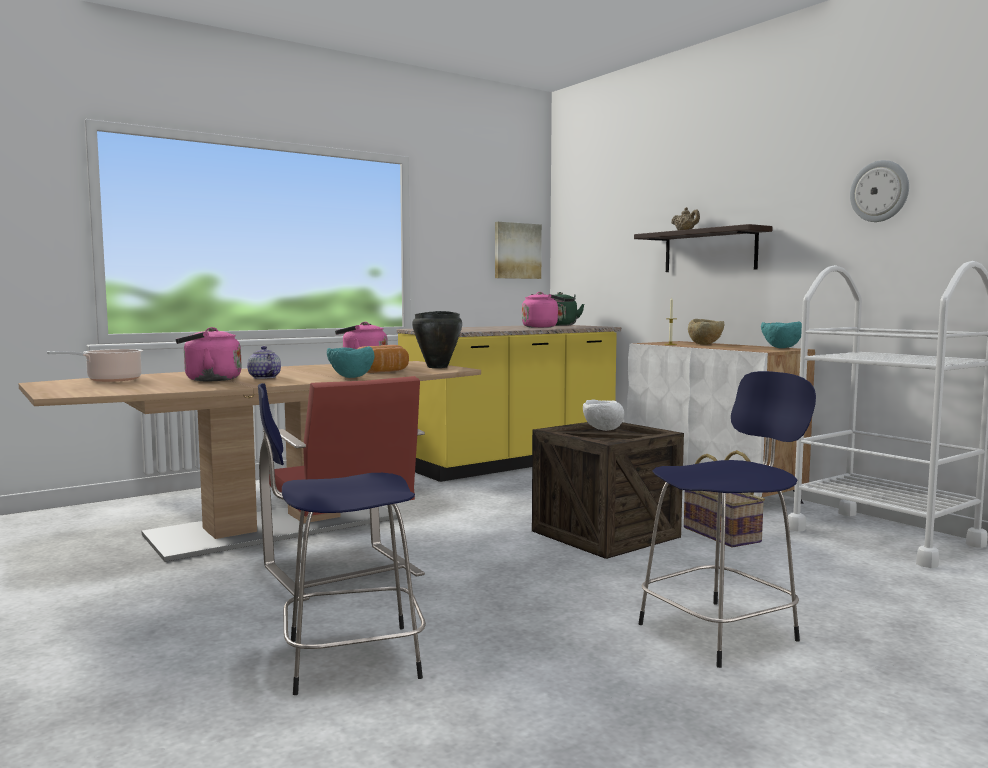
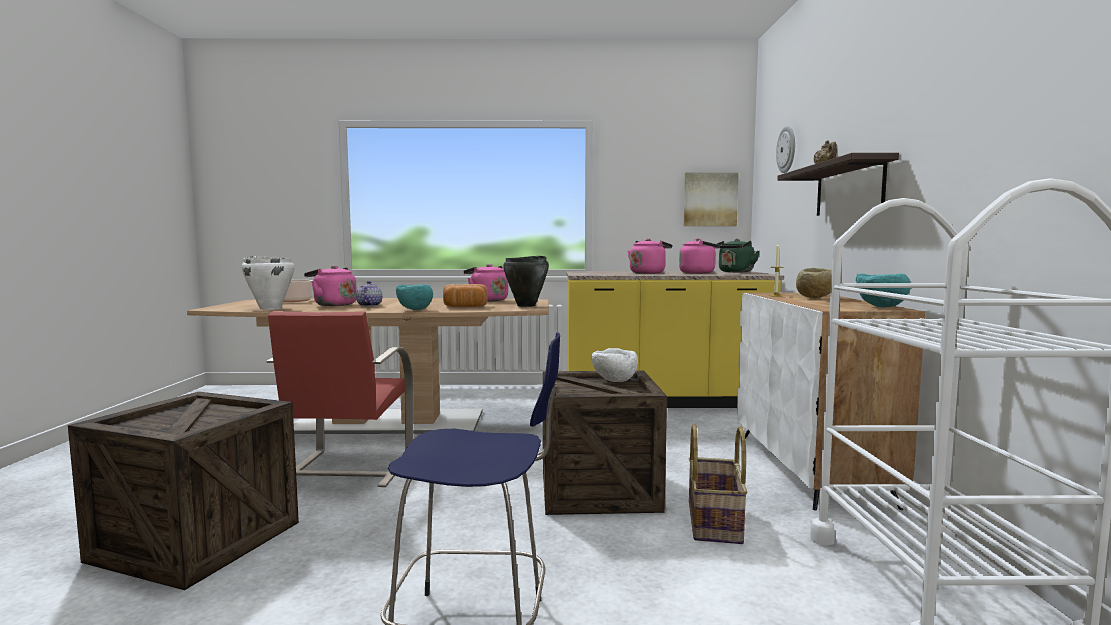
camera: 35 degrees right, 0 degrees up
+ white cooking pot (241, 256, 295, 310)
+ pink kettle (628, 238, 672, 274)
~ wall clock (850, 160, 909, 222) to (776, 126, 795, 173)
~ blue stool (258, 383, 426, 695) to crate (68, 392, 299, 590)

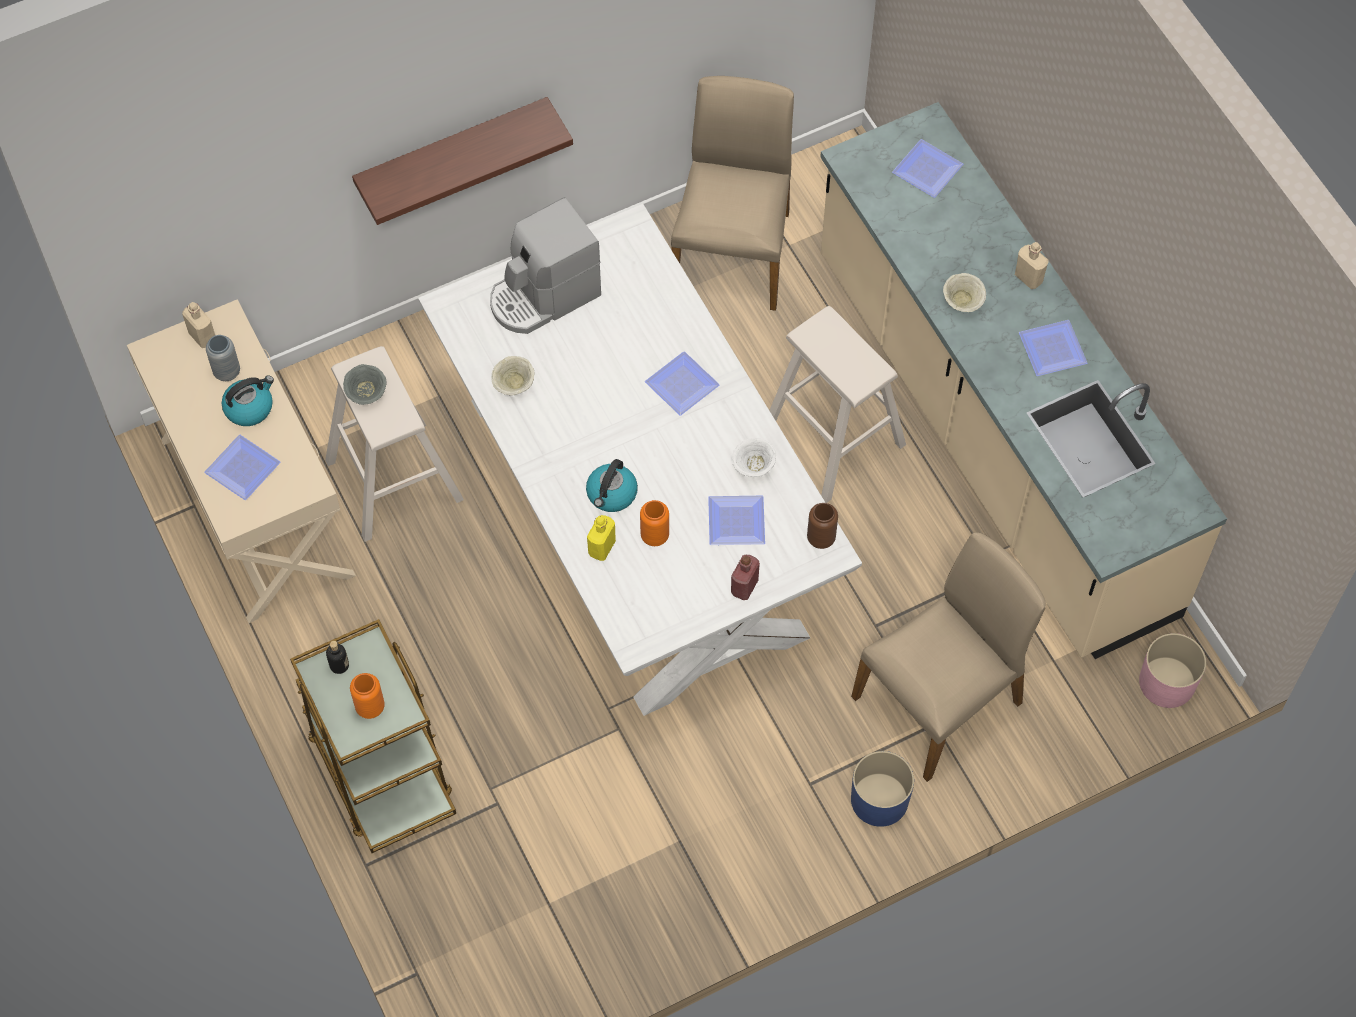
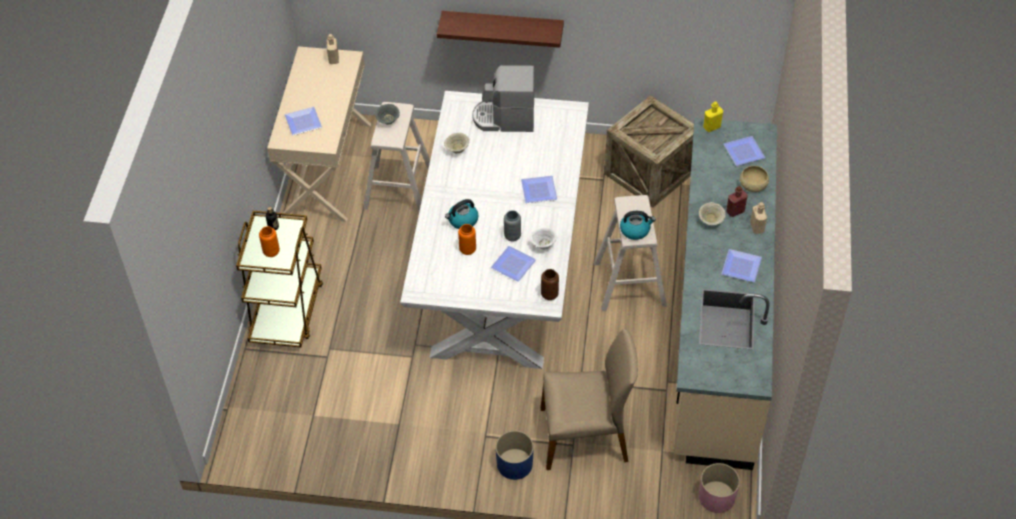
camera: 35 degrees right, 10 degrees down
+ beige bowl (740, 166, 769, 192)
~ grey vase (206, 335, 240, 381) to (504, 210, 521, 242)
~ kettle (221, 376, 274, 426) to (620, 211, 656, 240)
~ yellow bottle (587, 515, 616, 561) to (703, 101, 723, 132)
~ red bottle (731, 555, 760, 600) to (726, 186, 748, 217)
~ beige chair (671, 76, 794, 311) to crate (604, 95, 694, 208)

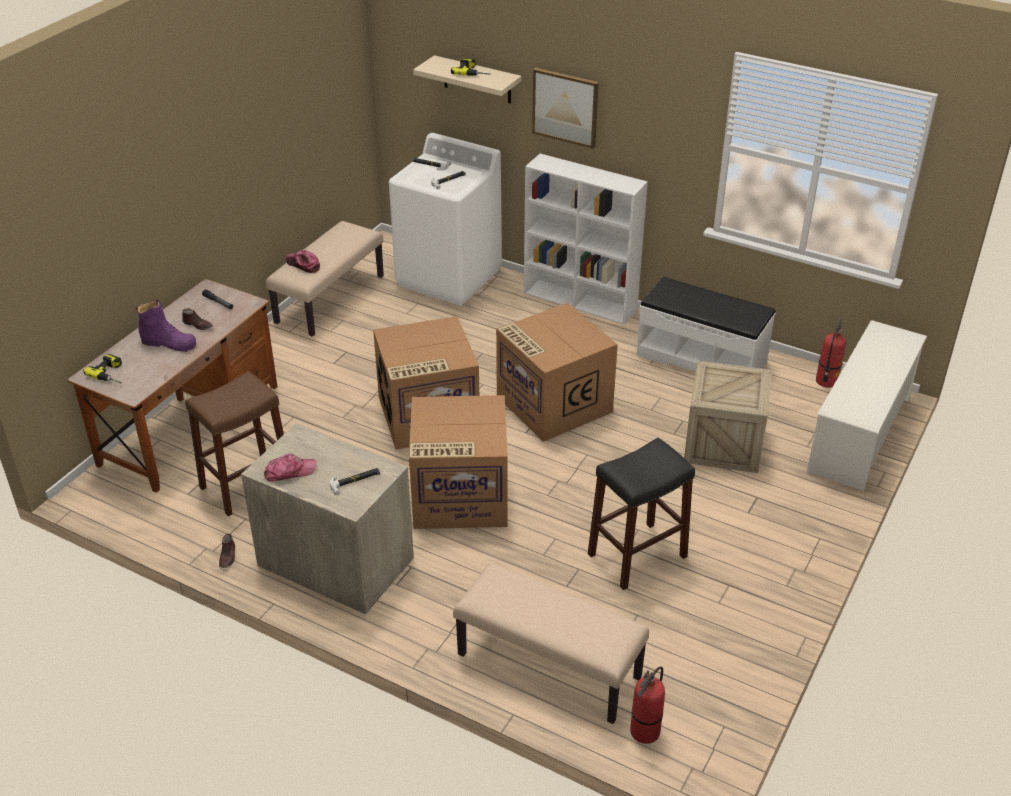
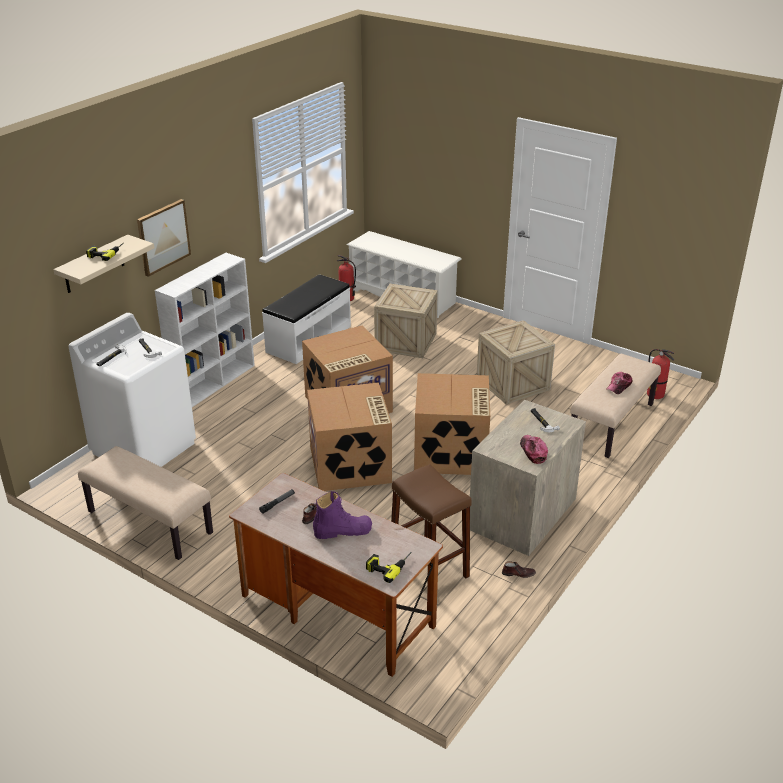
camera: 85 degrees left, 5 degrees down
~ cap (286, 250, 320, 273) to (606, 372, 633, 394)
~ black stool (588, 438, 695, 590) to crate (477, 320, 555, 404)
~ purple boot (136, 300, 196, 352) = (313, 491, 372, 539) 60 degrees clockwise

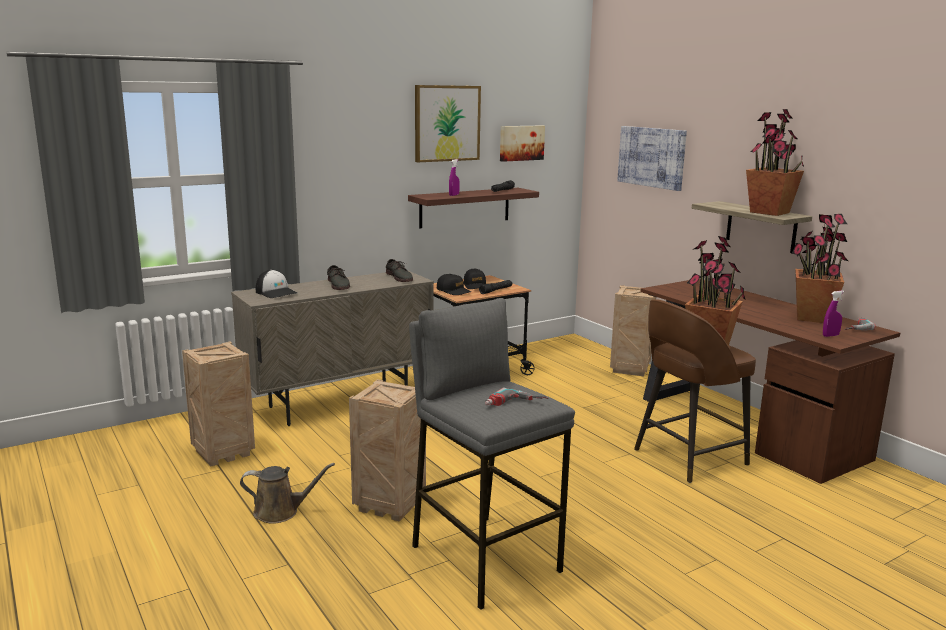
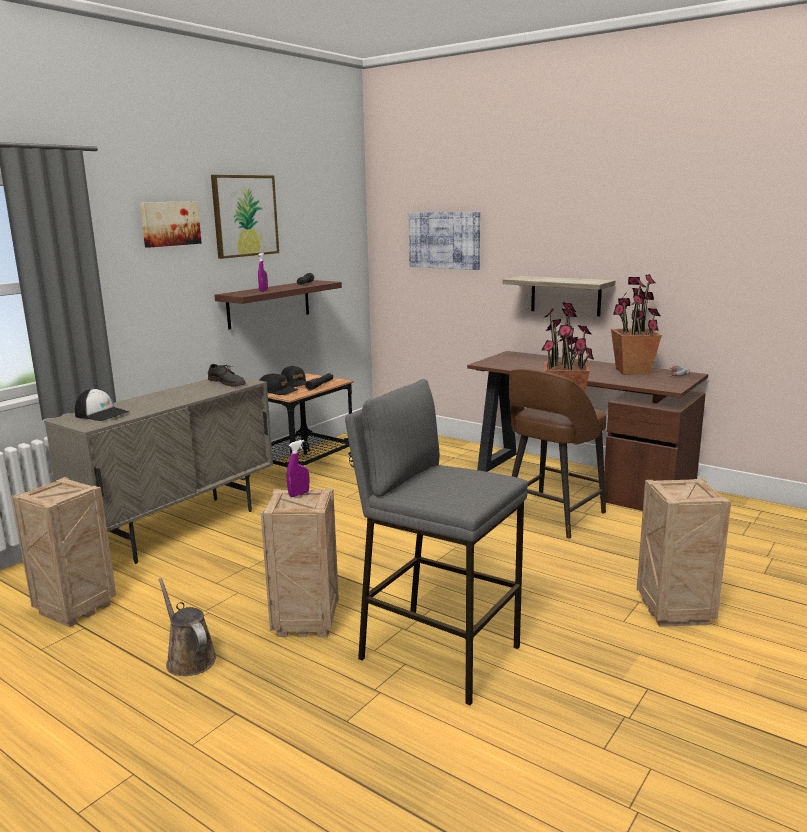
camera: 20 degrees left, 0 degrees up
- grey shoe (327, 265, 350, 290)
- power drill (485, 387, 548, 406)
- potted plant (746, 109, 804, 216)
~ picture (500, 126, 545, 162) to (140, 201, 202, 248)
~ crate (610, 285, 656, 376) to (637, 478, 731, 627)
~ purple spray bottle (823, 291, 844, 337) to (287, 440, 310, 497)
~ brown watering can (240, 463, 335, 524) = (158, 578, 217, 676) 105 degrees counterclockwise

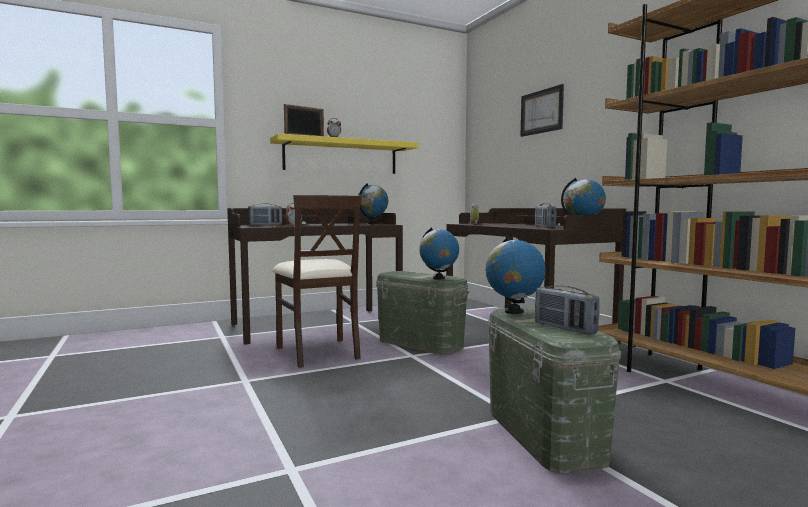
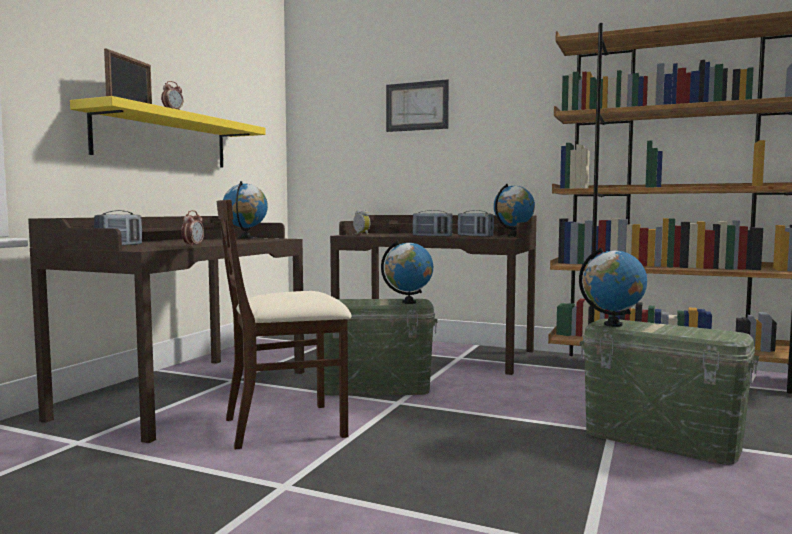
camera: 40 degrees left, 0 degrees up
~ radio (535, 285, 600, 334) to (413, 210, 453, 237)
~ beige chair (272, 195, 362, 368) = (217, 200, 351, 449) 135 degrees clockwise

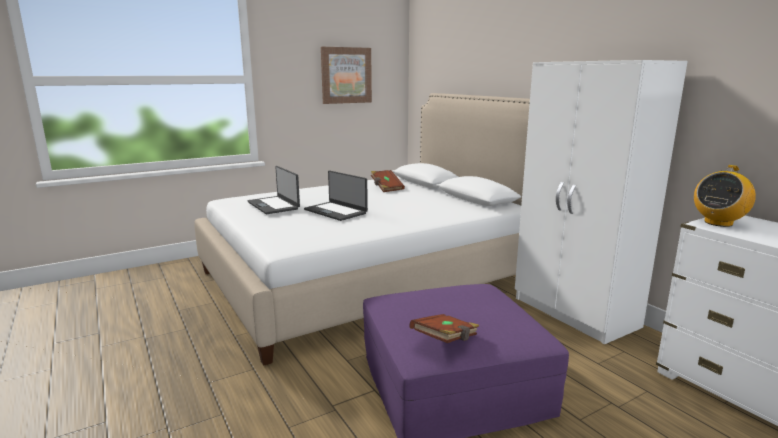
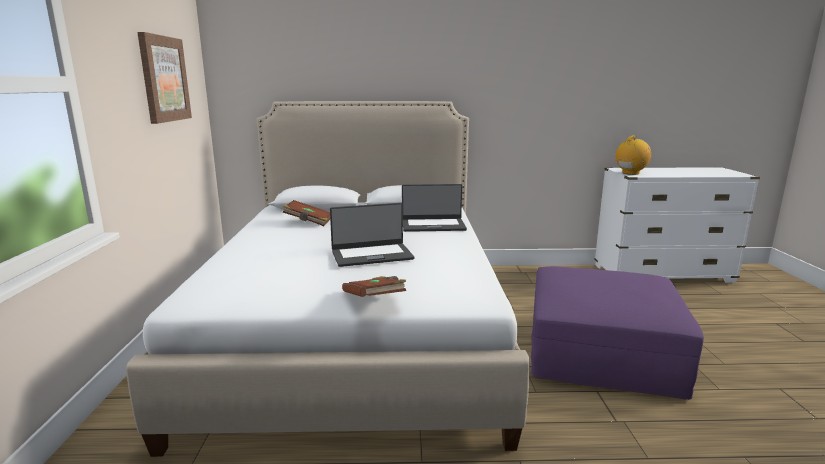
camera: 60 degrees left, 0 degrees up
- white wardrobe (515, 60, 688, 344)
~ laptop (247, 166, 300, 214) to (402, 184, 467, 232)
~ brown book (410, 314, 479, 343) to (342, 276, 406, 297)
~ radio (694, 165, 756, 227) = (615, 135, 651, 175) 120 degrees counterclockwise

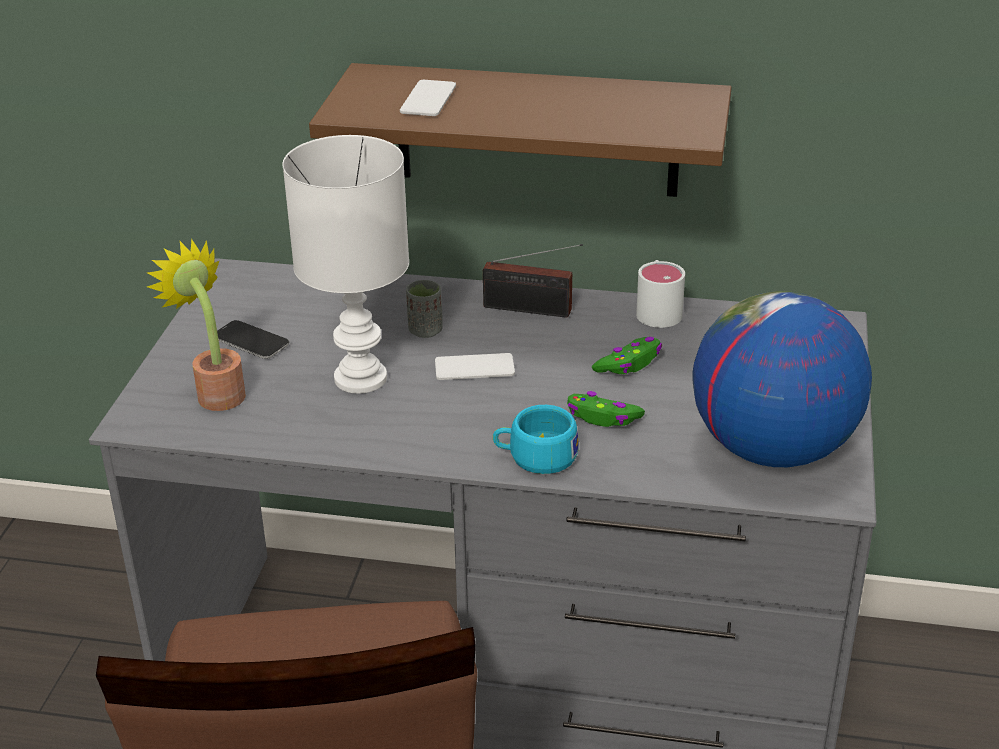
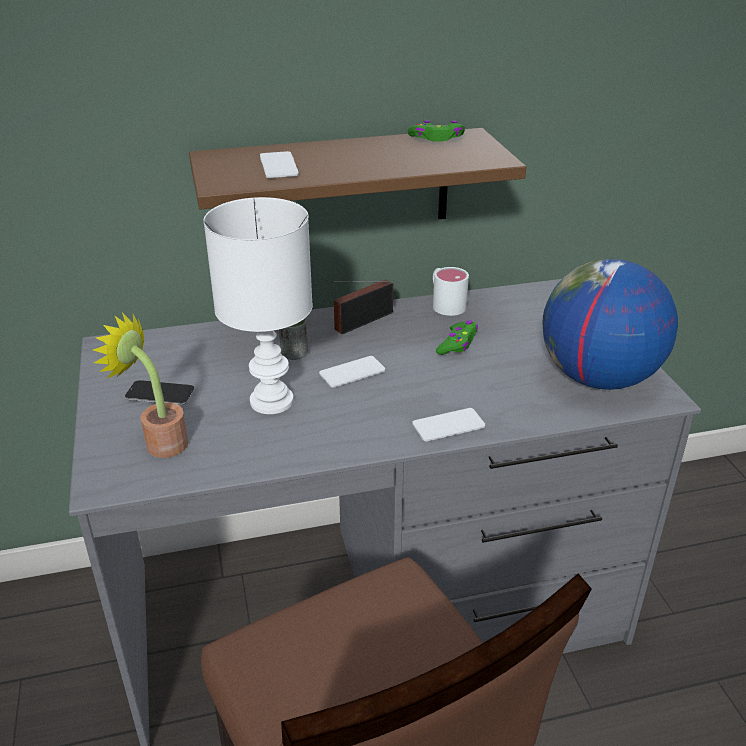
camera: 25 degrees left, 0 degrees up
~ green game controller (567, 391, 645, 427) to (408, 121, 465, 142)
~ turquoise cup (493, 405, 579, 474) to phone (412, 408, 485, 441)
~ radio (483, 244, 583, 318) = (331, 279, 393, 334) 150 degrees clockwise

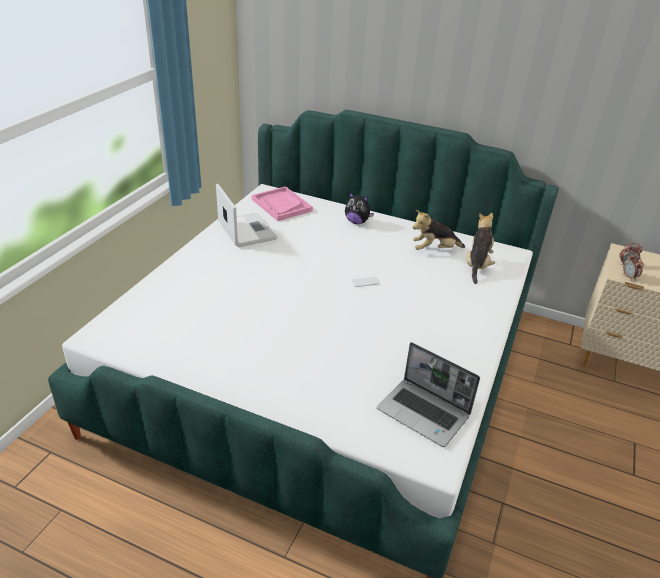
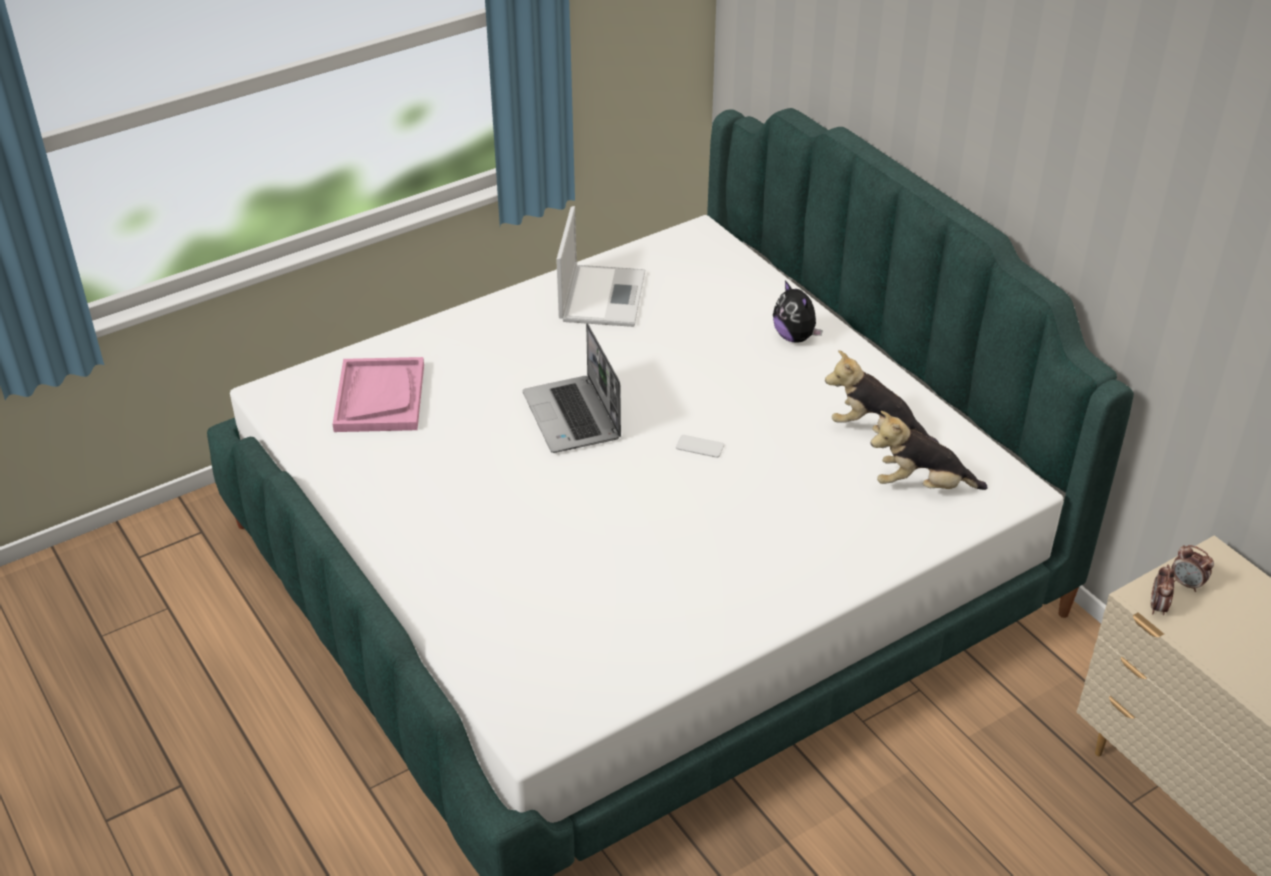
camera: 35 degrees right, 5 degrees up
~ pink tray (252, 186, 313, 221) to (333, 357, 424, 432)
~ laptop (377, 342, 480, 447) to (522, 323, 621, 453)
~ plush toy (466, 213, 495, 284) = (871, 411, 987, 490) 135 degrees counterclockwise

